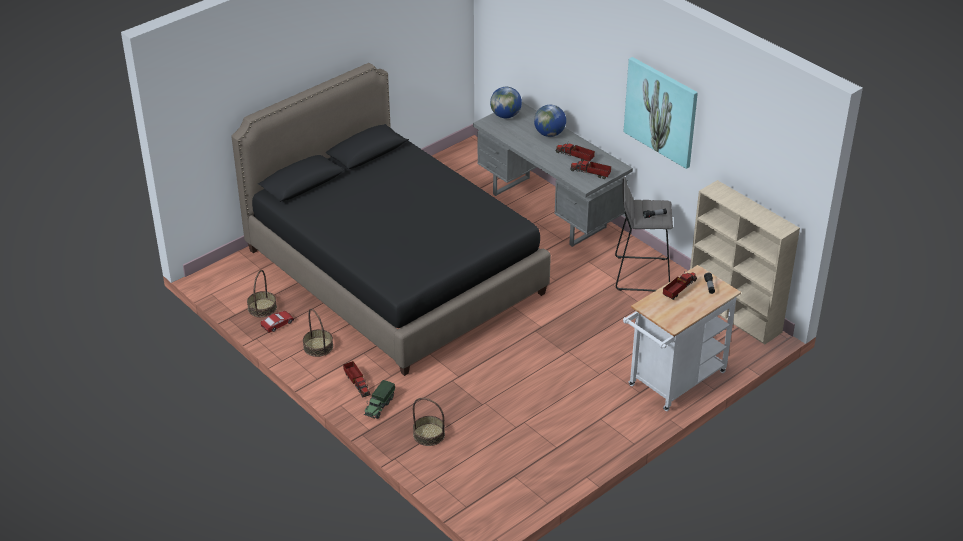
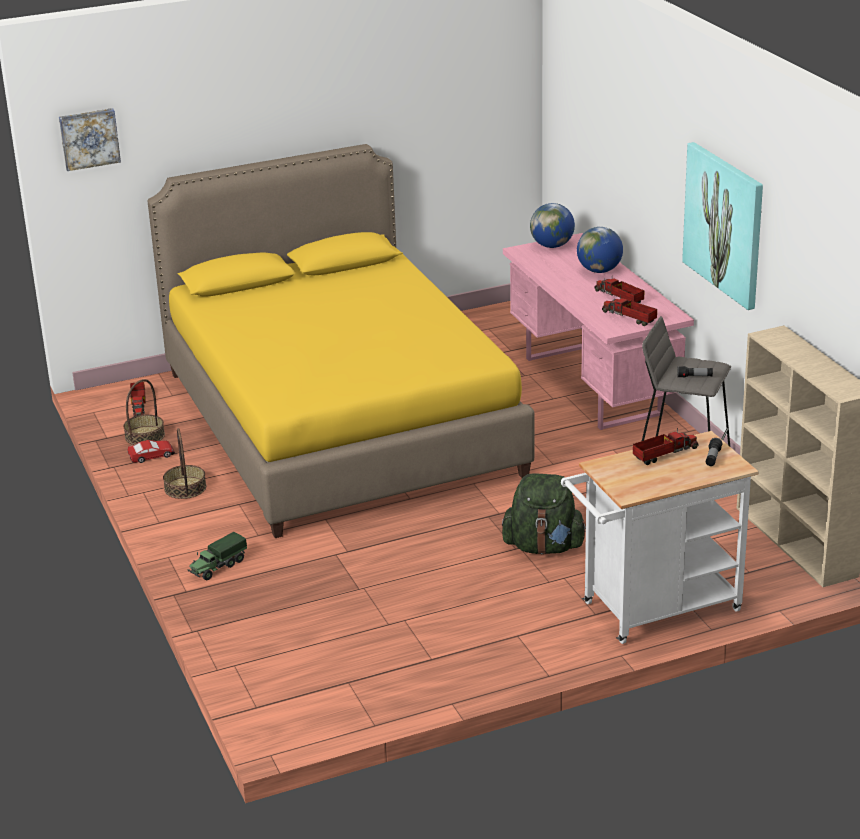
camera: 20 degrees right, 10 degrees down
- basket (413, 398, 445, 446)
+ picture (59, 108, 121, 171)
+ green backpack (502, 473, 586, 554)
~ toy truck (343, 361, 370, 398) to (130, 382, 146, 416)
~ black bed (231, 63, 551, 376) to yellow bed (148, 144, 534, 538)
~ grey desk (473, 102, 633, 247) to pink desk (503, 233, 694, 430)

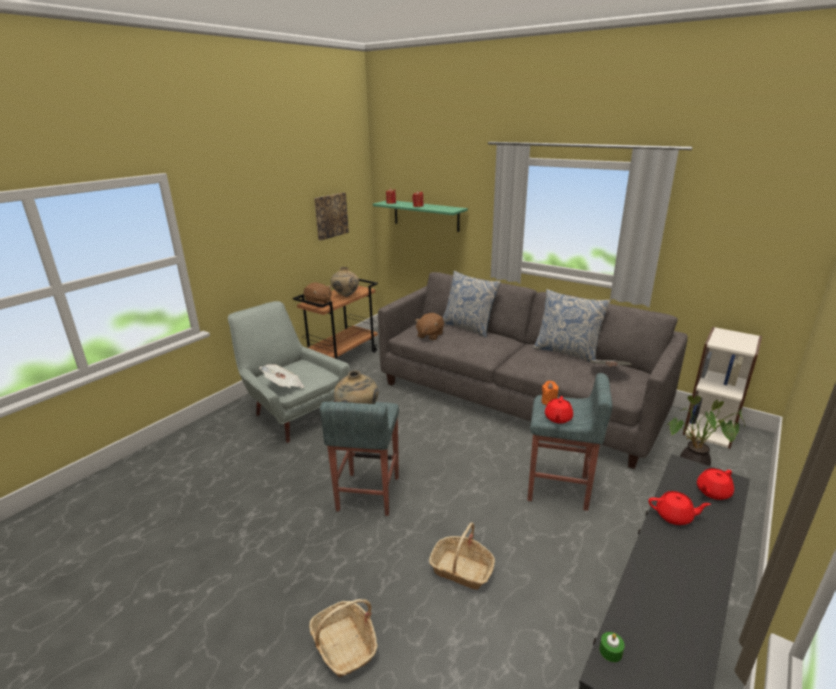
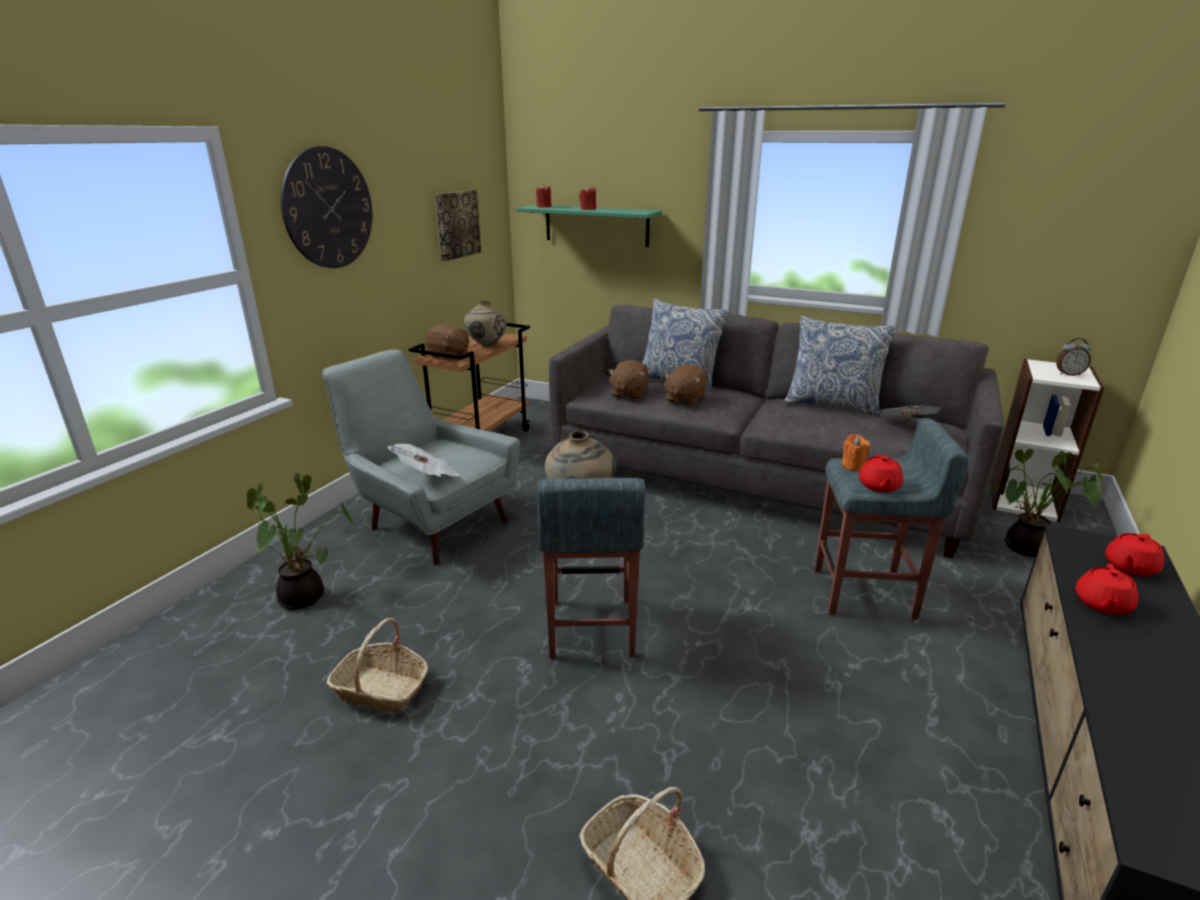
camera: 10 degrees left, 0 degrees up
- green candle (599, 632, 625, 662)
+ potted plant (247, 473, 355, 609)
+ wall clock (281, 146, 372, 268)
+ brown plush toy (663, 364, 707, 406)
+ alarm clock (1056, 338, 1091, 376)
~ basket (429, 522, 495, 590) to (326, 618, 428, 713)
~ red teapot (648, 491, 711, 525) = (1076, 564, 1139, 615) 120 degrees clockwise

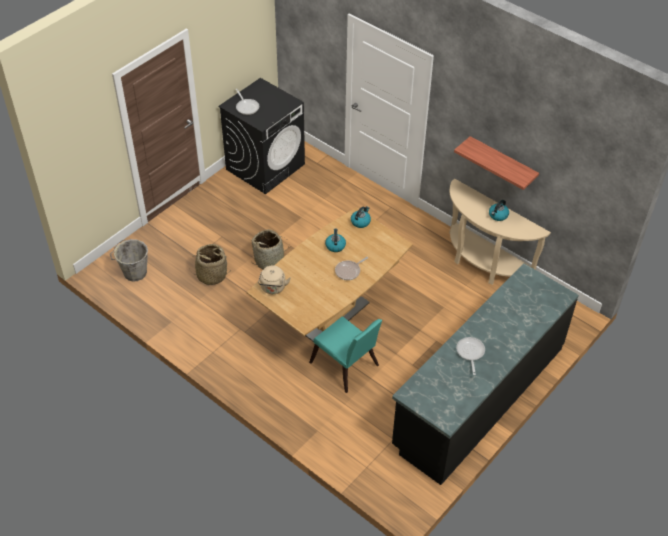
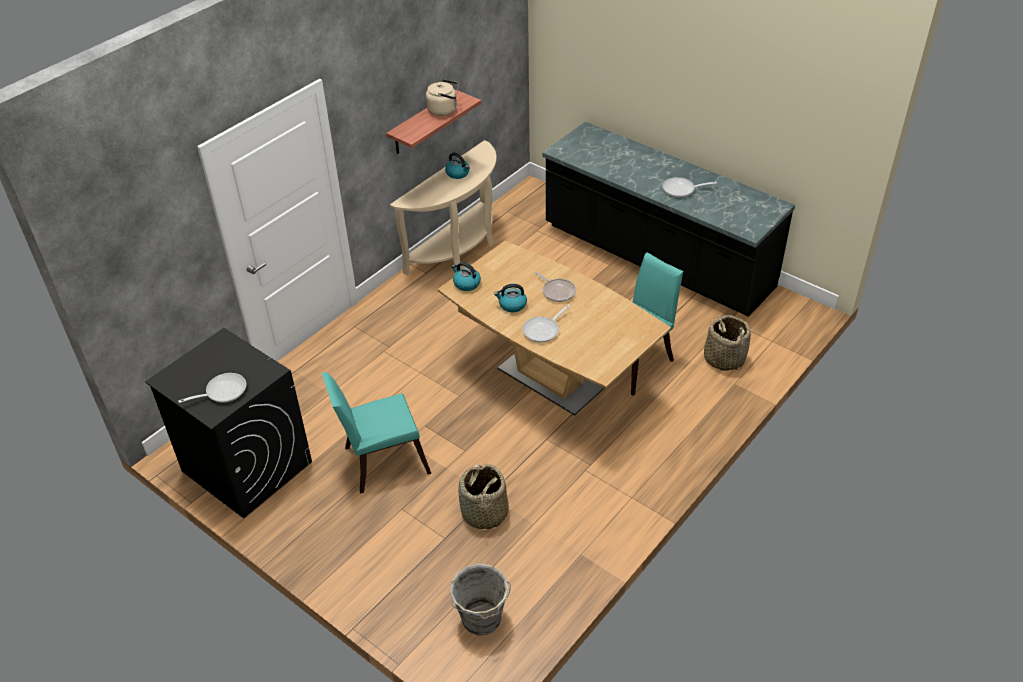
camera: 90 degrees left, 5 degrees down
+ turquoise chair (322, 372, 431, 493)
+ frying pan (522, 304, 570, 343)
~ basket (252, 229, 287, 270) to (704, 315, 751, 371)
~ beige kettle (258, 265, 291, 294) to (426, 79, 459, 116)

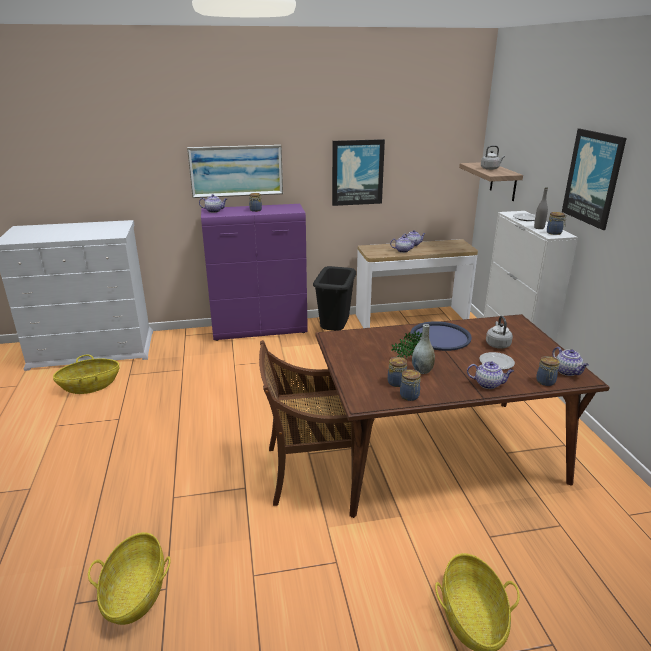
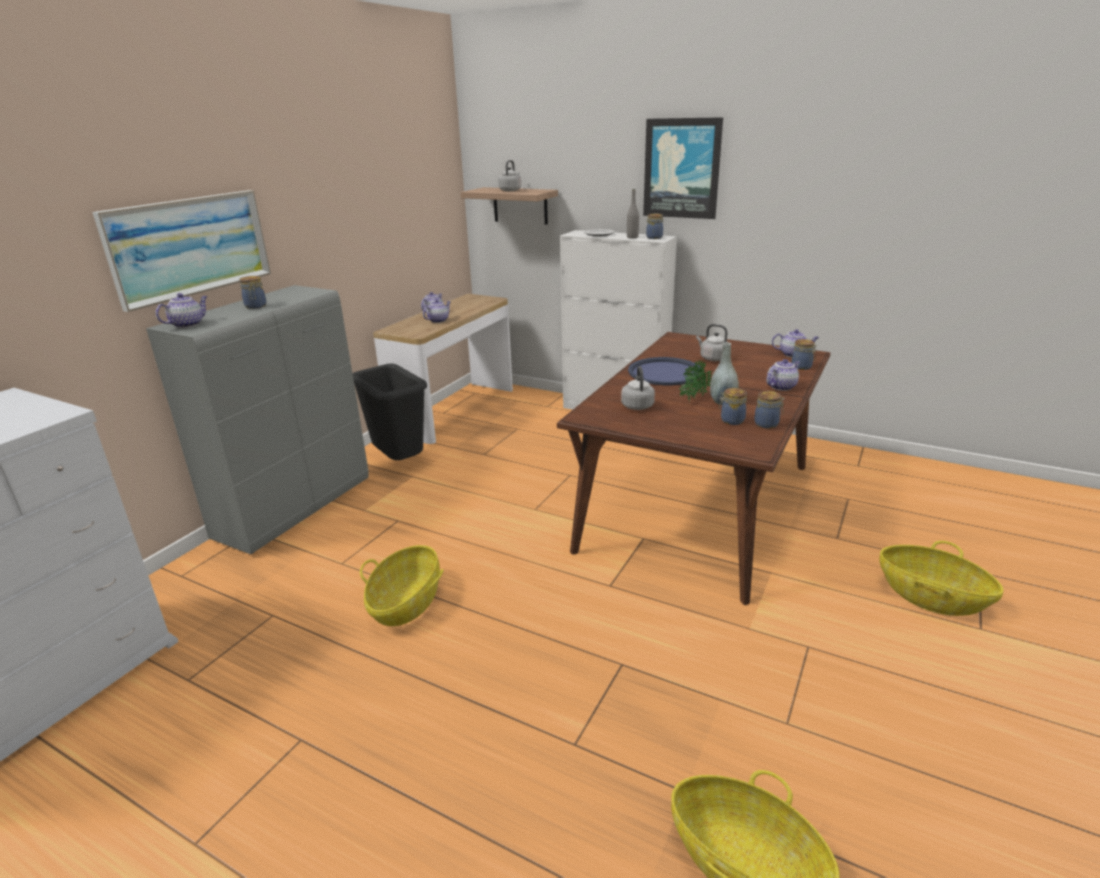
camera: 50 degrees left, 0 degrees up
- brown chair (259, 340, 355, 506)
- picture (332, 139, 385, 206)
- plate (479, 352, 515, 370)
+ grey kettle (621, 366, 655, 410)
~ basket (53, 355, 119, 394) to (360, 545, 444, 626)
~ purple cabinet (201, 204, 308, 341) to grey cabinet (146, 285, 369, 554)

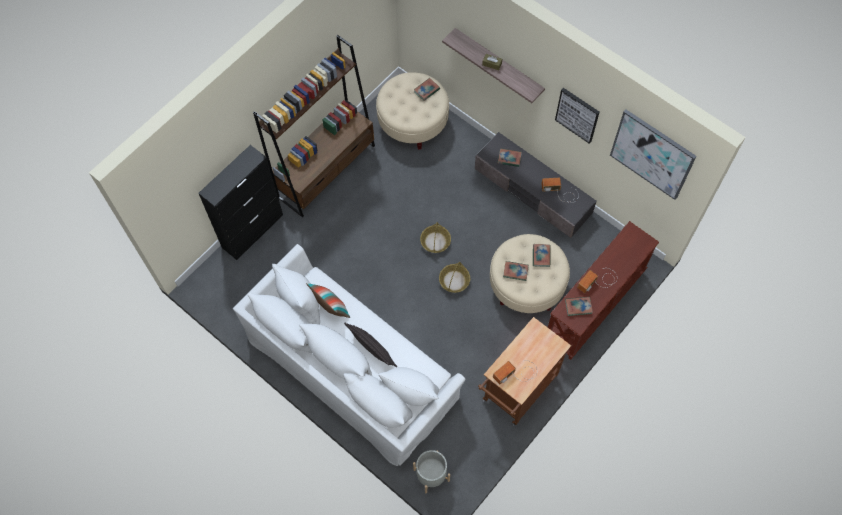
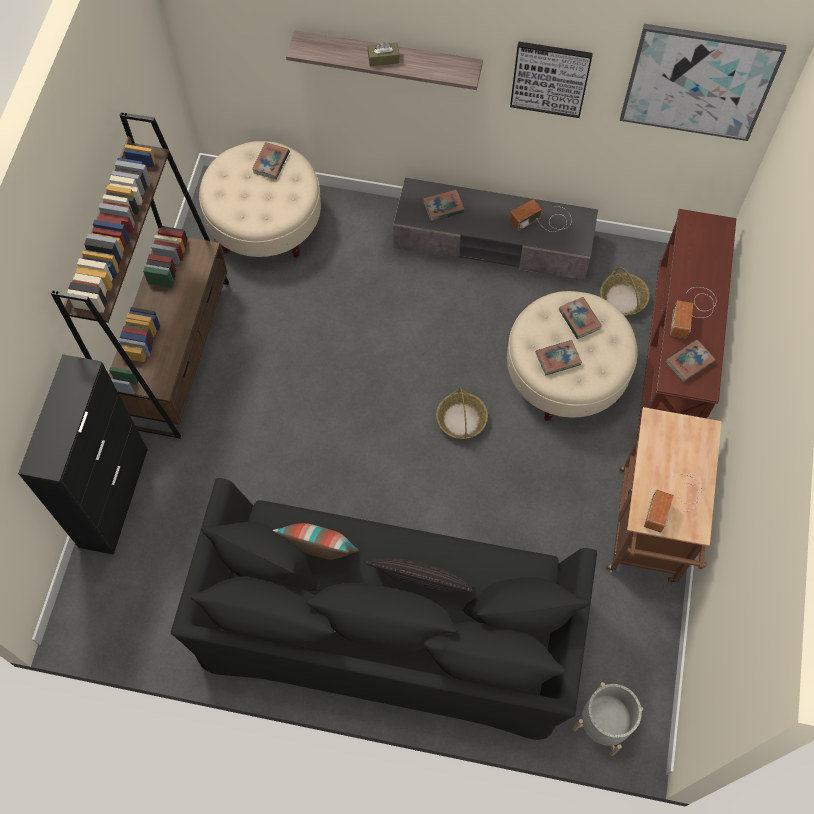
camera: 30 degrees left, 0 degrees up
~ basket (420, 222, 451, 253) to (600, 267, 650, 315)
~ white sofa (233, 244, 465, 466) to black sofa (171, 478, 597, 740)

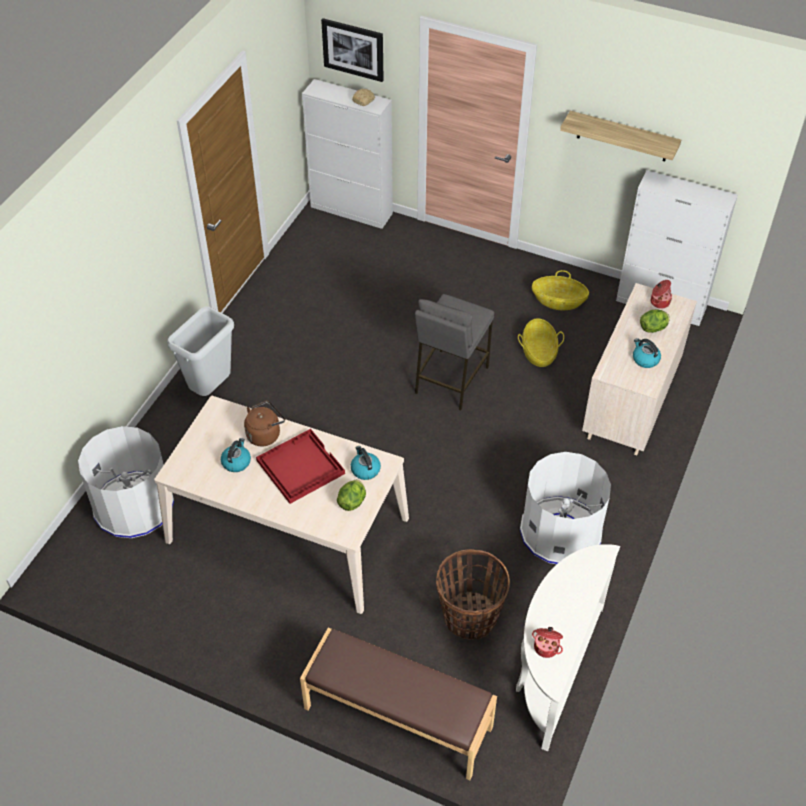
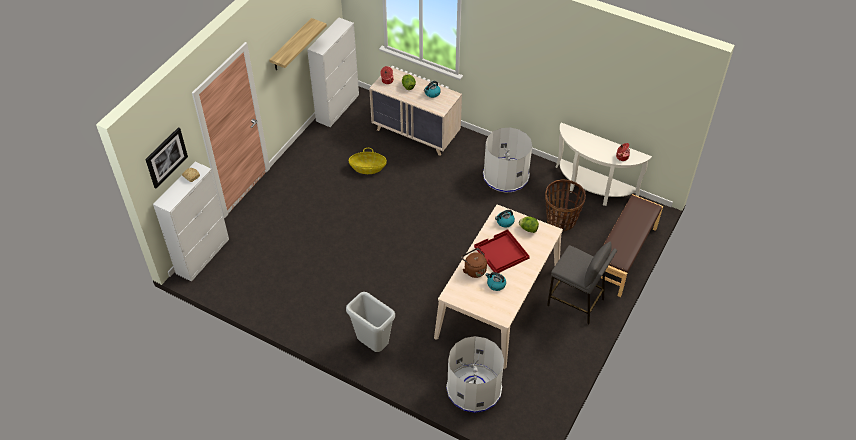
camera: 85 degrees left, 0 degrees up
- basket (532, 270, 589, 310)
~ grey stool (415, 294, 494, 411) to (547, 242, 617, 324)

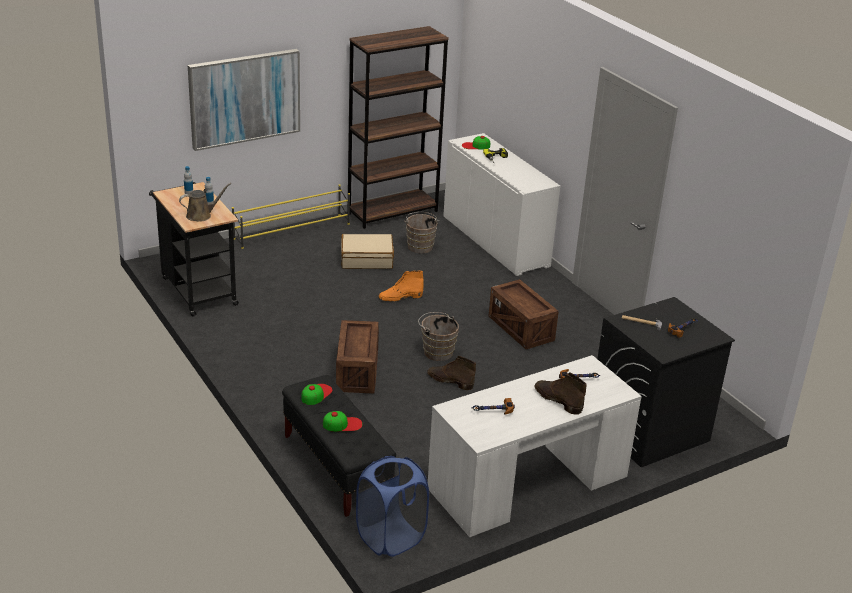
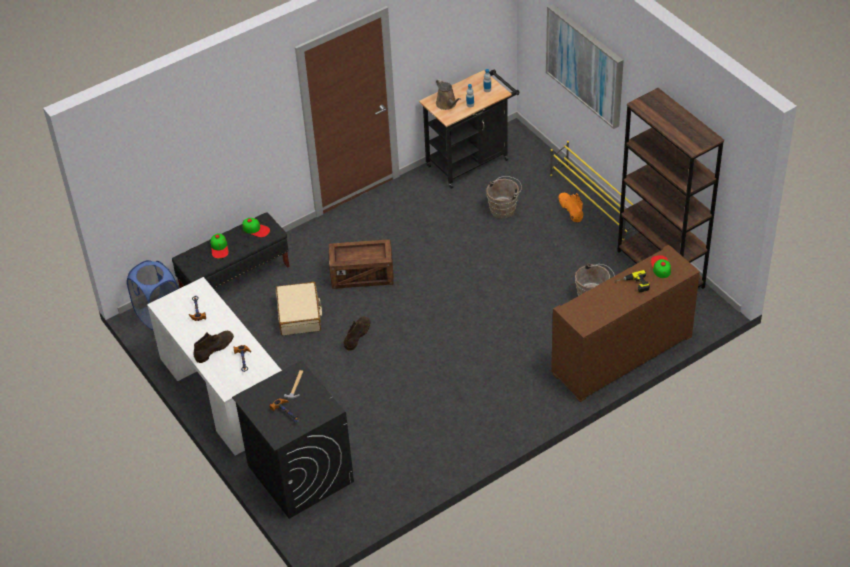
camera: 90 degrees right, 15 degrees up
- crate (489, 279, 559, 349)
~ beige suitcase (341, 234, 394, 269) to (276, 282, 322, 335)
~ orange boot (379, 271, 424, 302) to (558, 193, 583, 223)
~ brown bucket (418, 312, 459, 361) to (486, 176, 522, 219)
~ white cabinet (443, 133, 560, 276) to brown cabinet (551, 245, 700, 402)

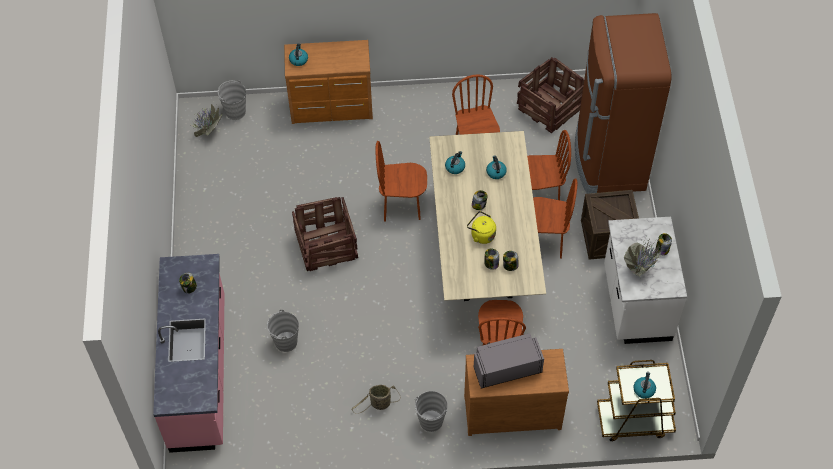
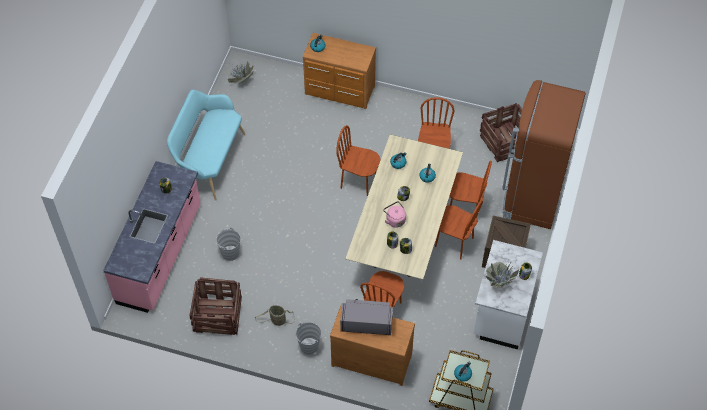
camera: 20 degrees right, 0 degrees up
- grey bucket (218, 80, 246, 120)
+ turquoise bench (167, 90, 245, 201)
~ crate (292, 197, 358, 271) to (190, 277, 242, 335)
~ yellow kettle (467, 211, 496, 244) to pink kettle (383, 201, 406, 228)

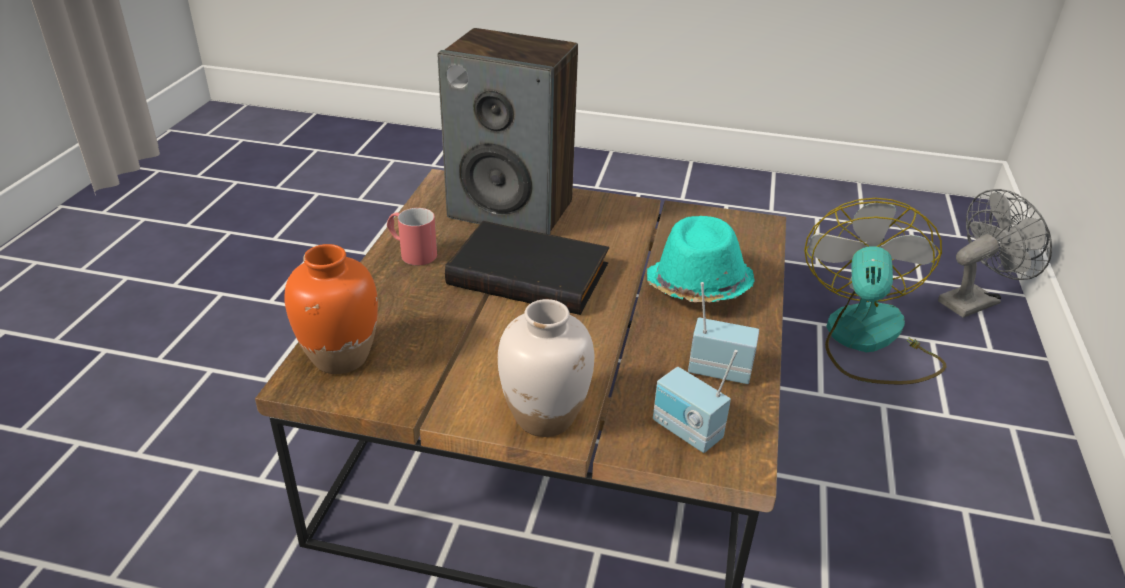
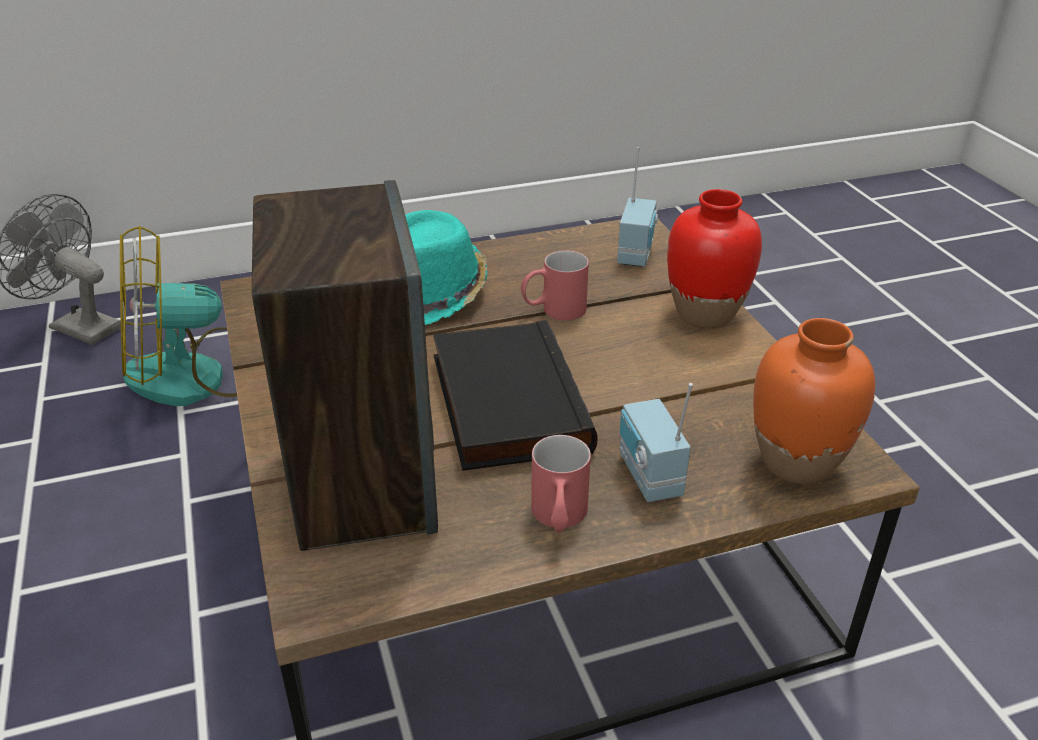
camera: 120 degrees left, 0 degrees up
+ red mug (521, 251, 589, 321)
~ radio (688, 282, 759, 384) to (620, 383, 693, 502)
~ white vase (498, 299, 594, 437) to red vase (667, 189, 762, 328)

